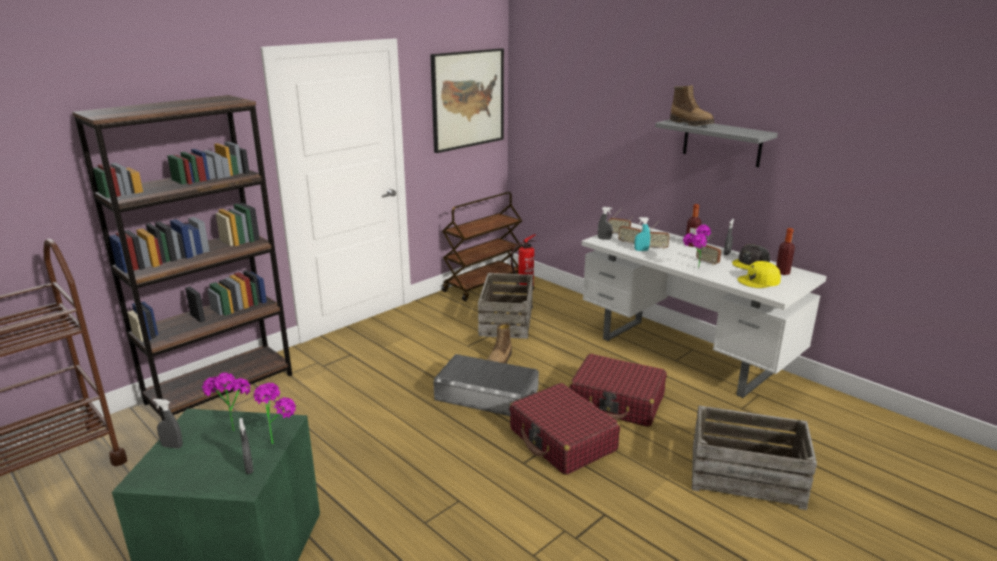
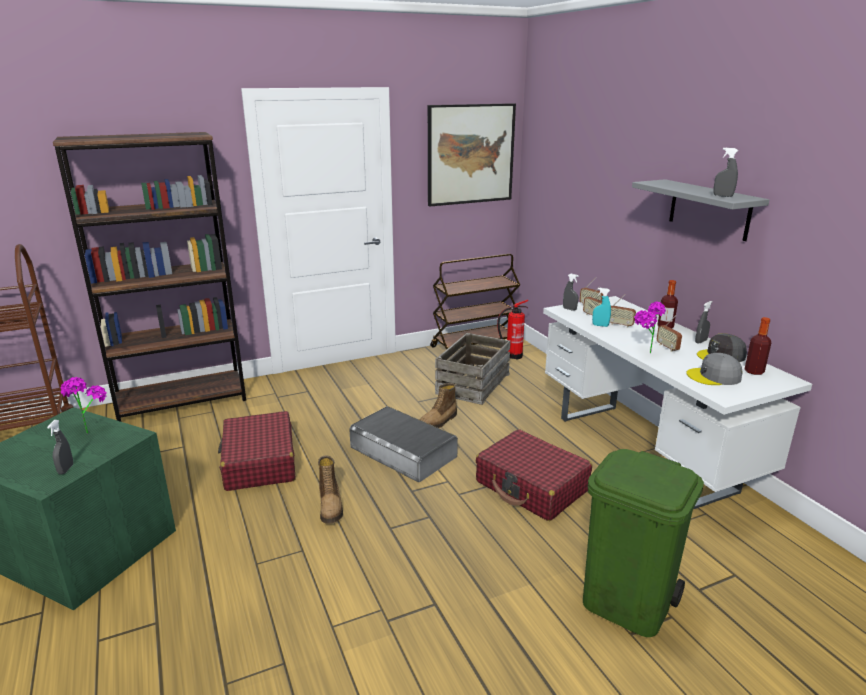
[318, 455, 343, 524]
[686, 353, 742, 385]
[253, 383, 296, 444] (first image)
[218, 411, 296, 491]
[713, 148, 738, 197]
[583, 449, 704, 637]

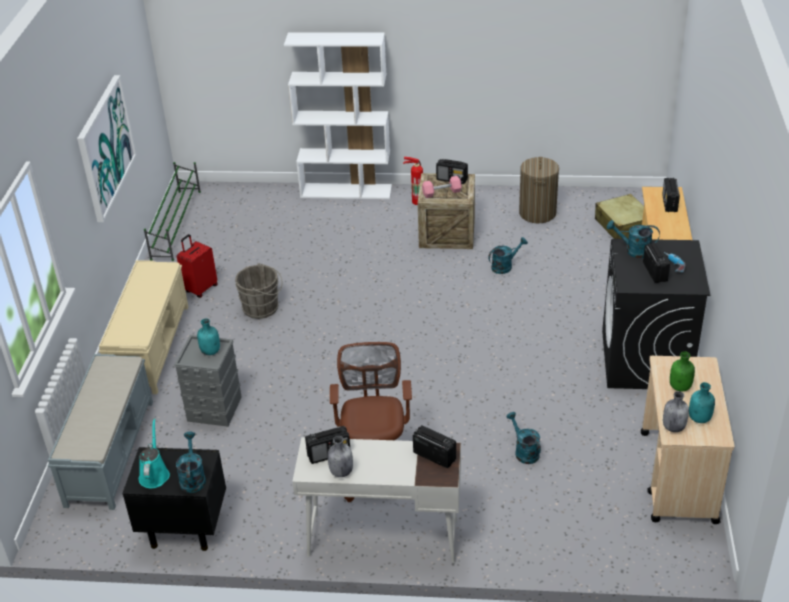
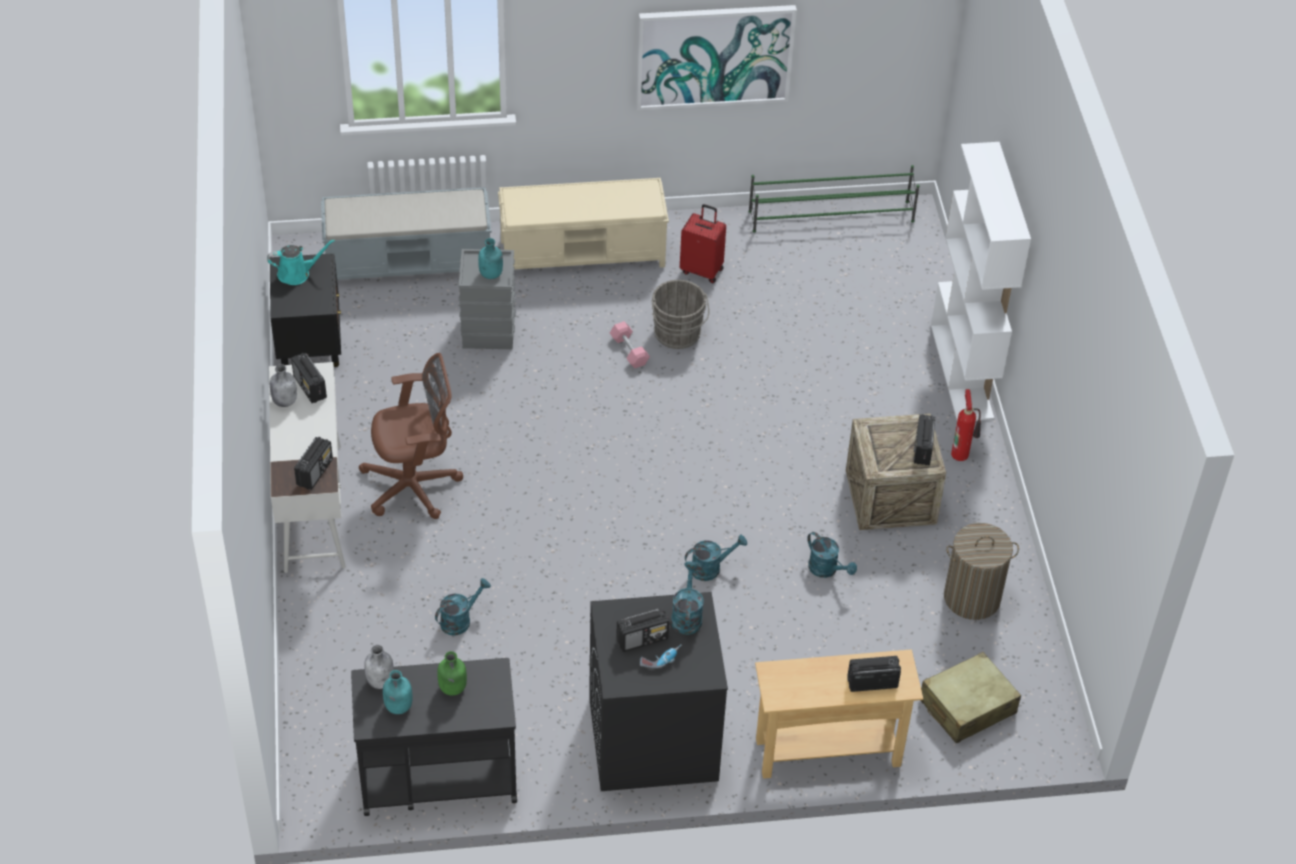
[610, 321, 650, 368]
[351, 658, 517, 816]
[685, 535, 747, 581]

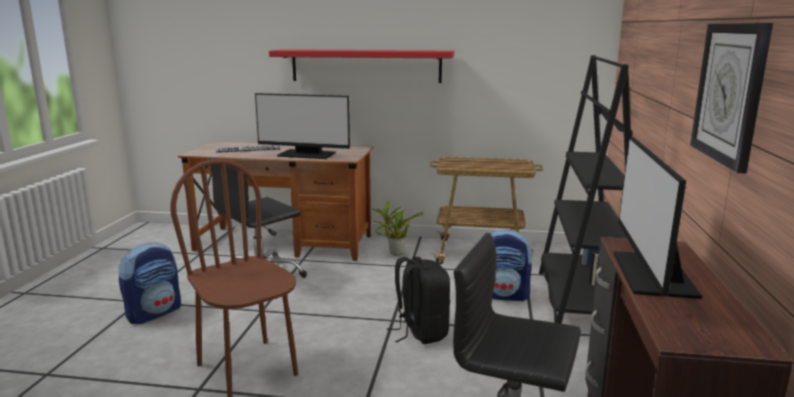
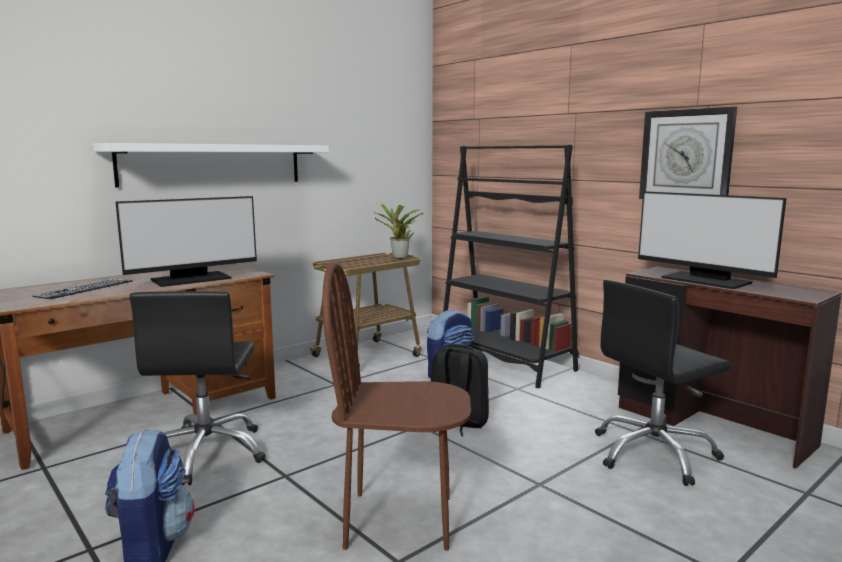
[93, 143, 329, 187]
[374, 204, 423, 259]

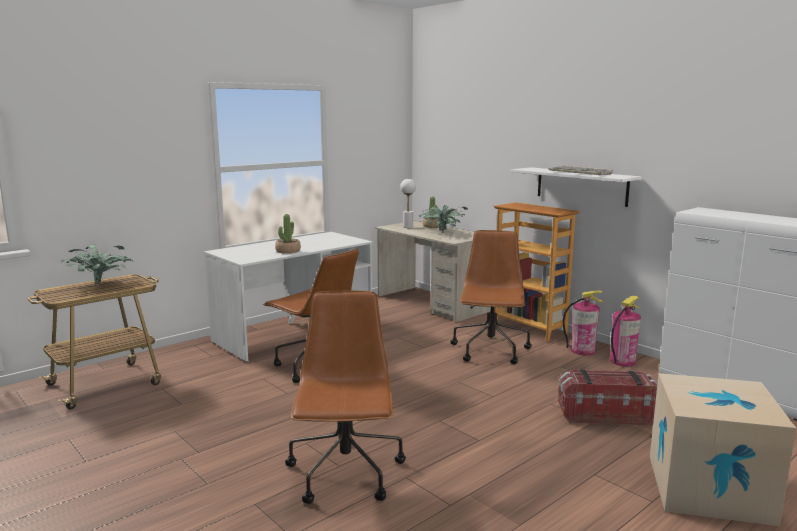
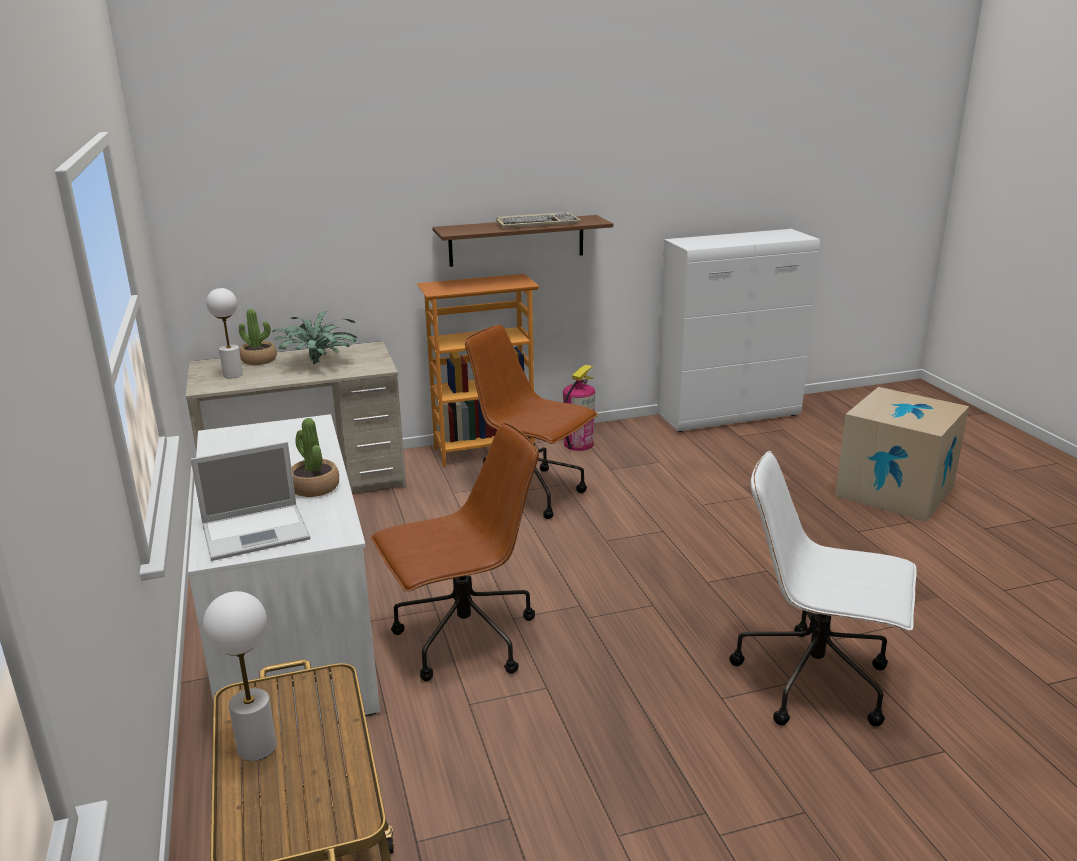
[432, 215, 613, 267]
[203, 591, 277, 761]
[729, 451, 917, 727]
[610, 296, 641, 366] (first image)
[558, 369, 657, 426] (first image)
[191, 442, 310, 561]

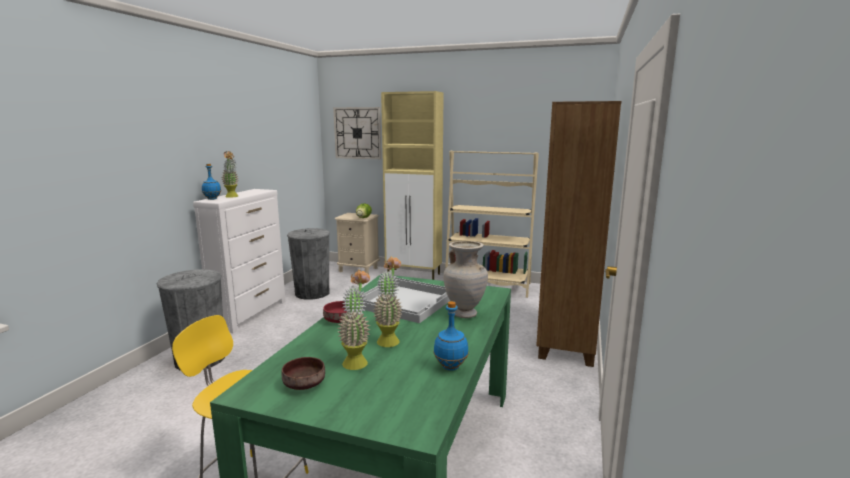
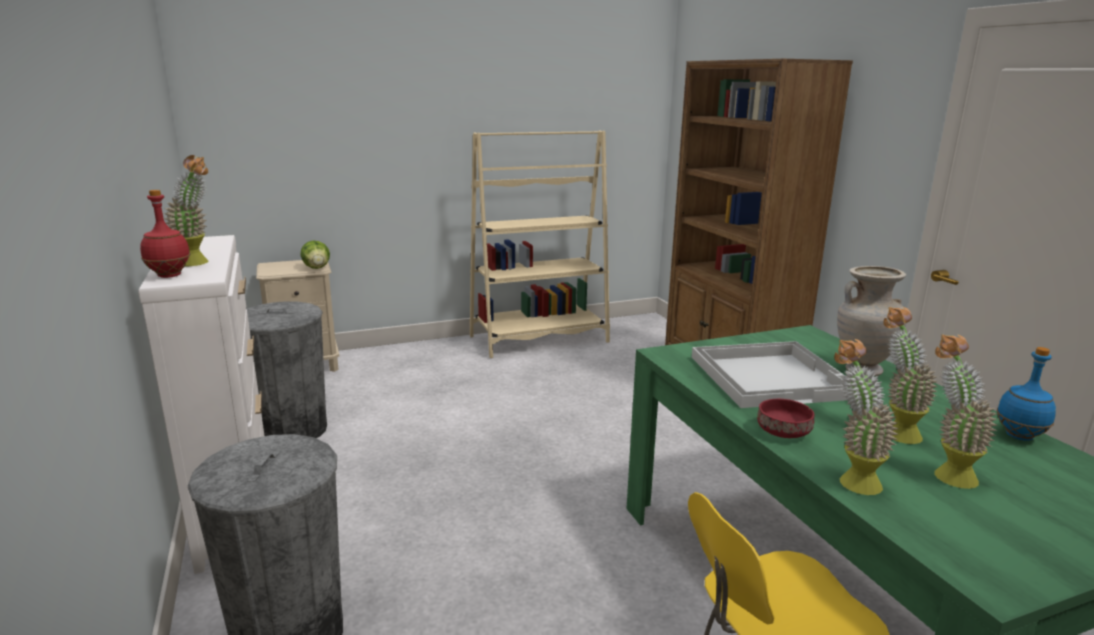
[381, 91, 444, 280] (first image)
[333, 107, 381, 159] (first image)
[140, 190, 190, 278]
[282, 357, 325, 390] (first image)
[834, 339, 898, 495]

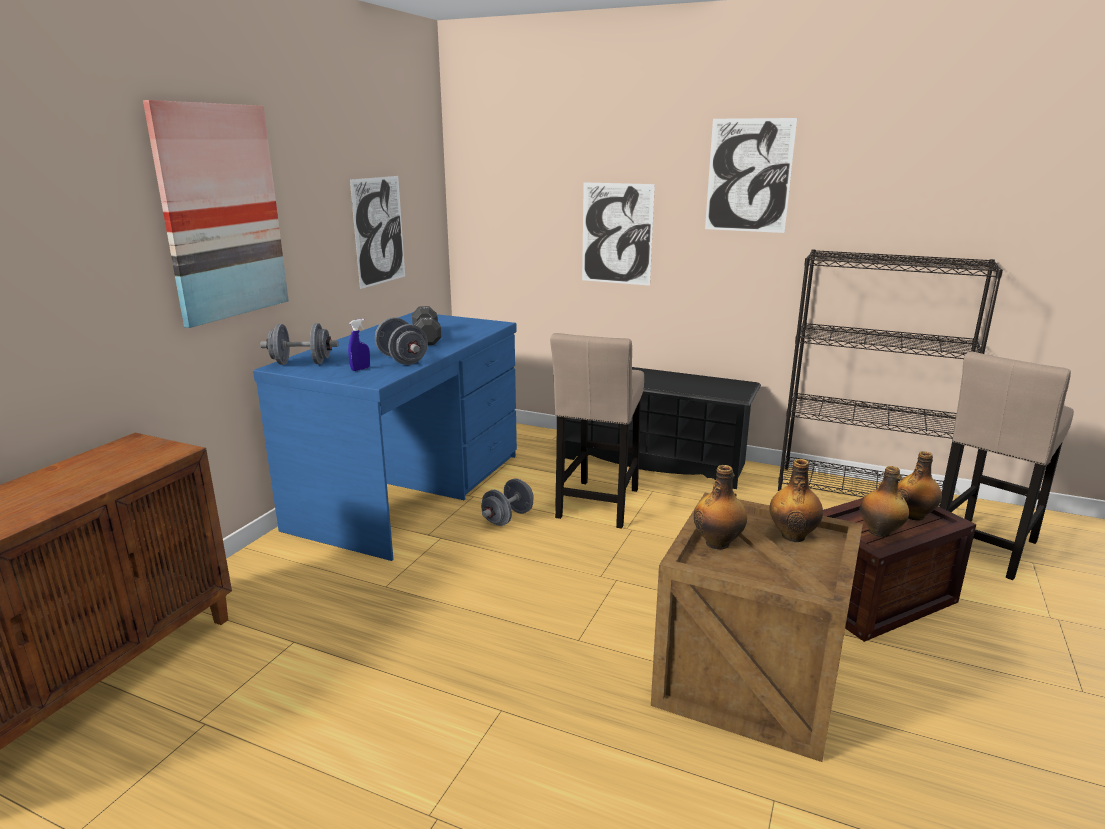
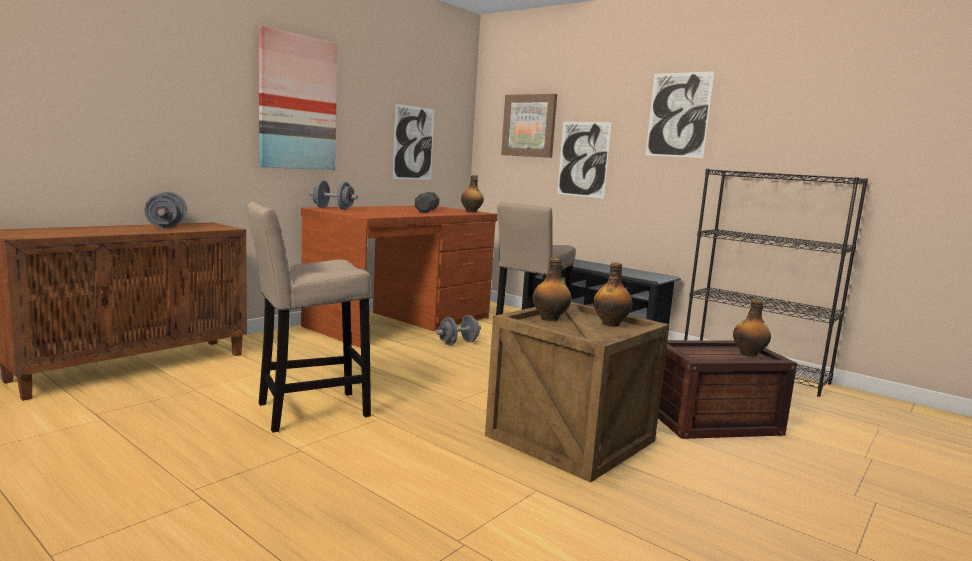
[301, 206, 498, 348]
[144, 192, 187, 229]
[348, 319, 370, 371] (first image)
[247, 201, 371, 433]
[461, 175, 484, 213]
[501, 94, 557, 158]

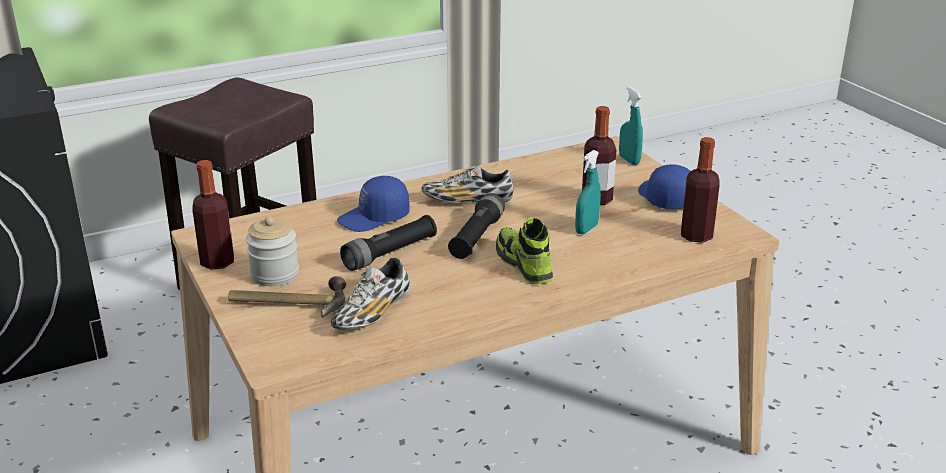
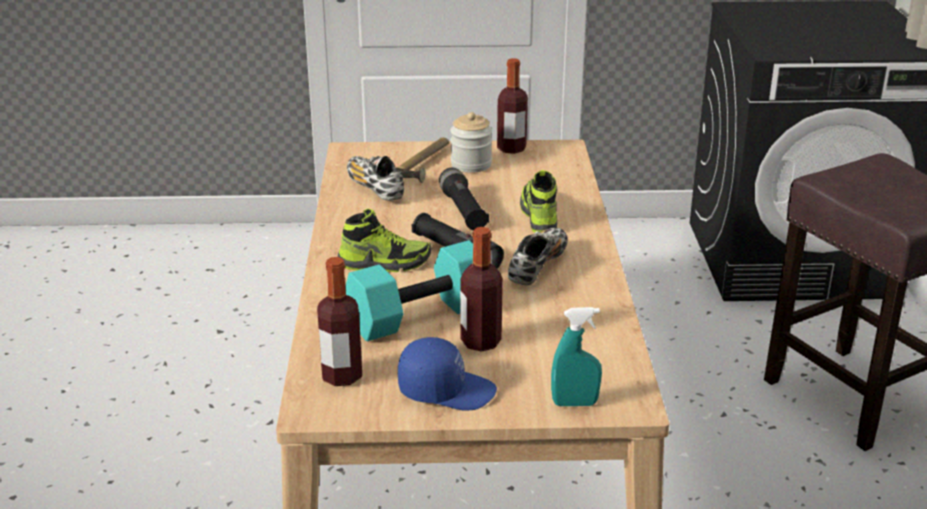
[345, 240, 473, 341]
[520, 170, 557, 232]

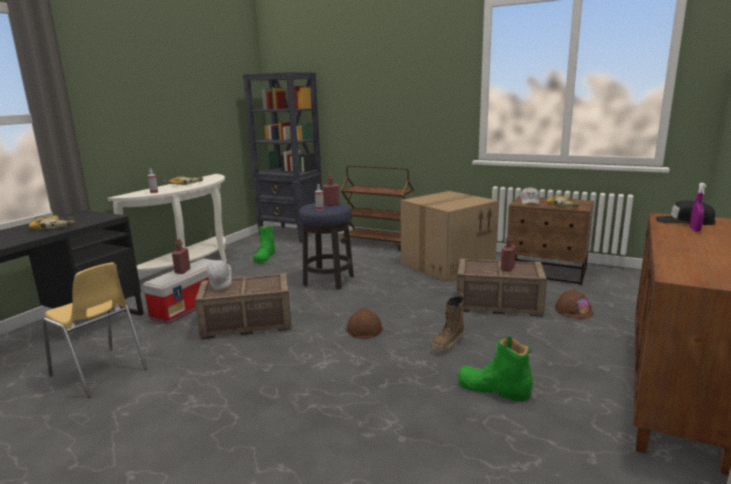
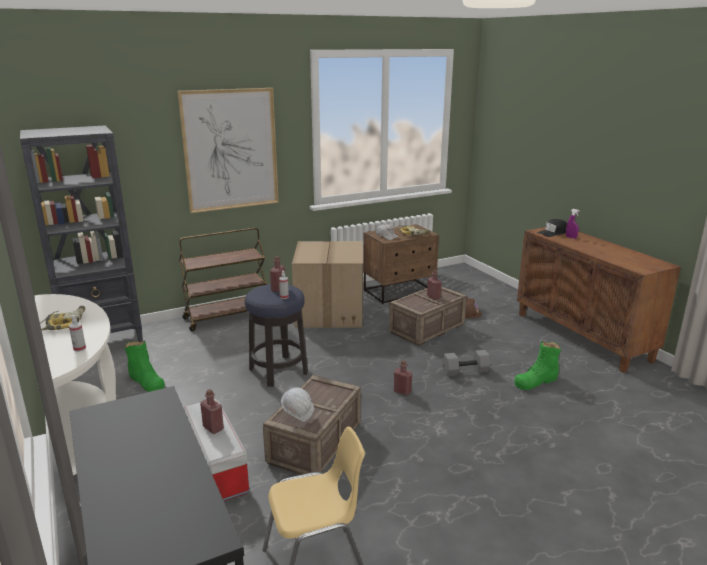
[29, 215, 76, 229] (first image)
[442, 350, 491, 376]
[394, 360, 412, 396]
[177, 88, 279, 213]

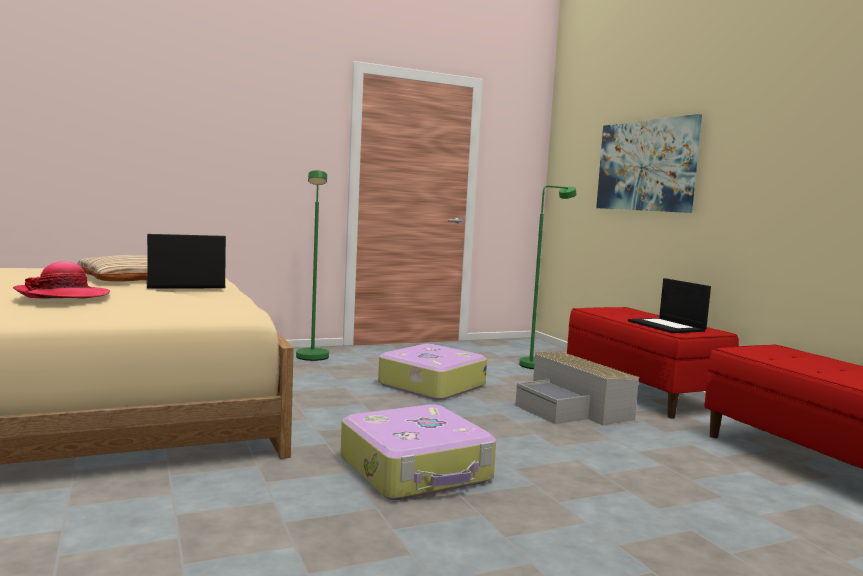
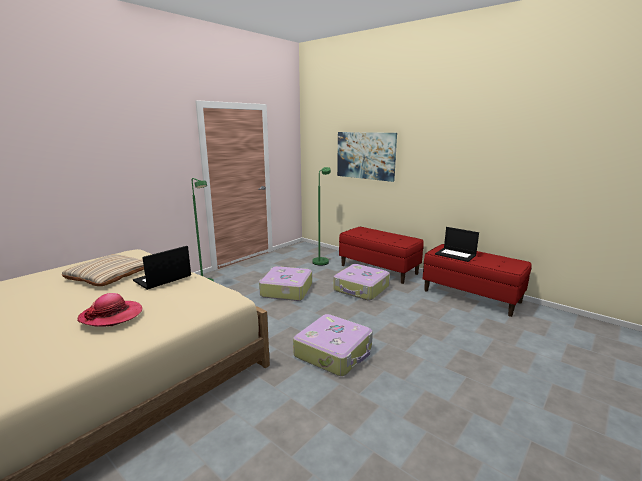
[435, 227, 479, 262]
[333, 264, 390, 300]

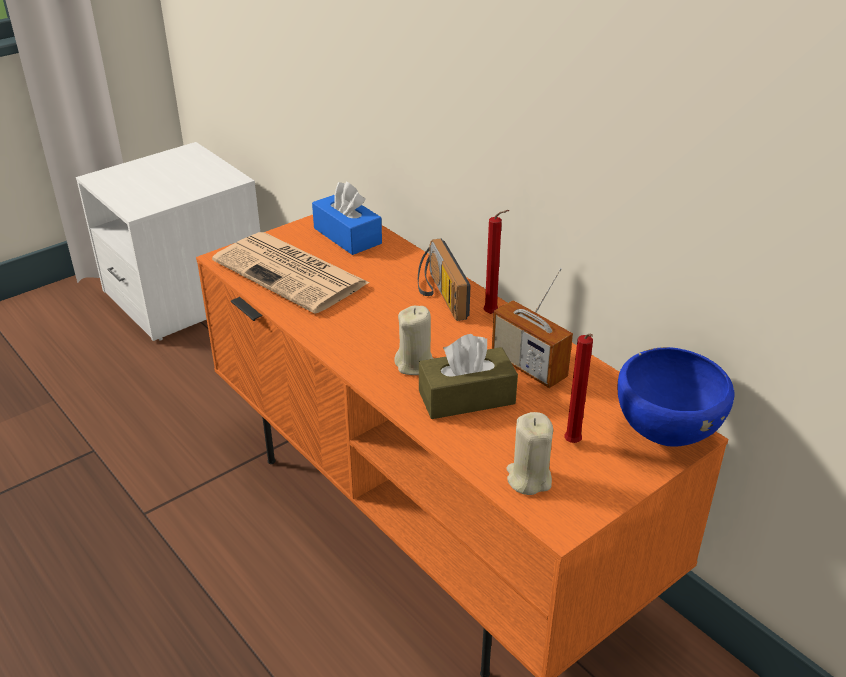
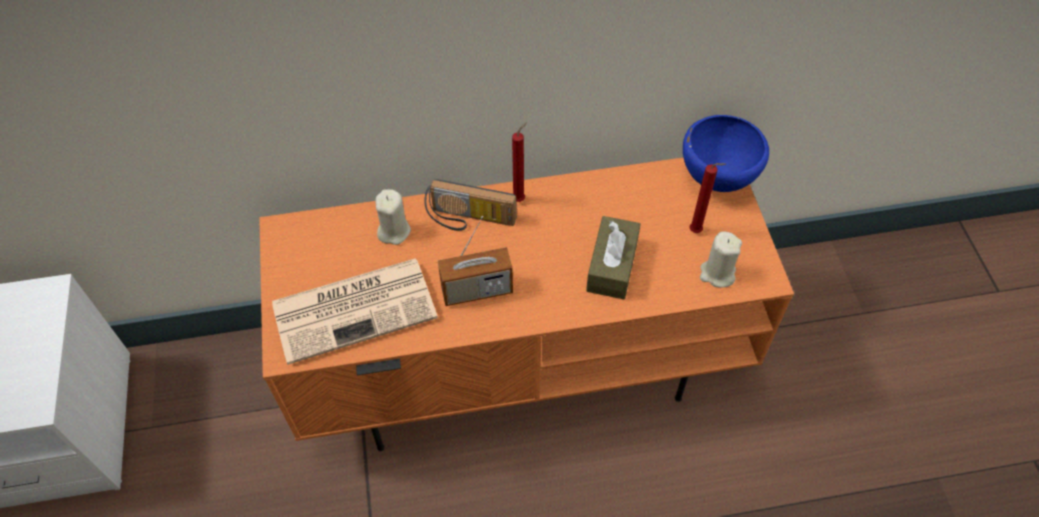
[312, 182, 382, 255] (first image)
[438, 216, 513, 306]
[375, 189, 411, 245]

